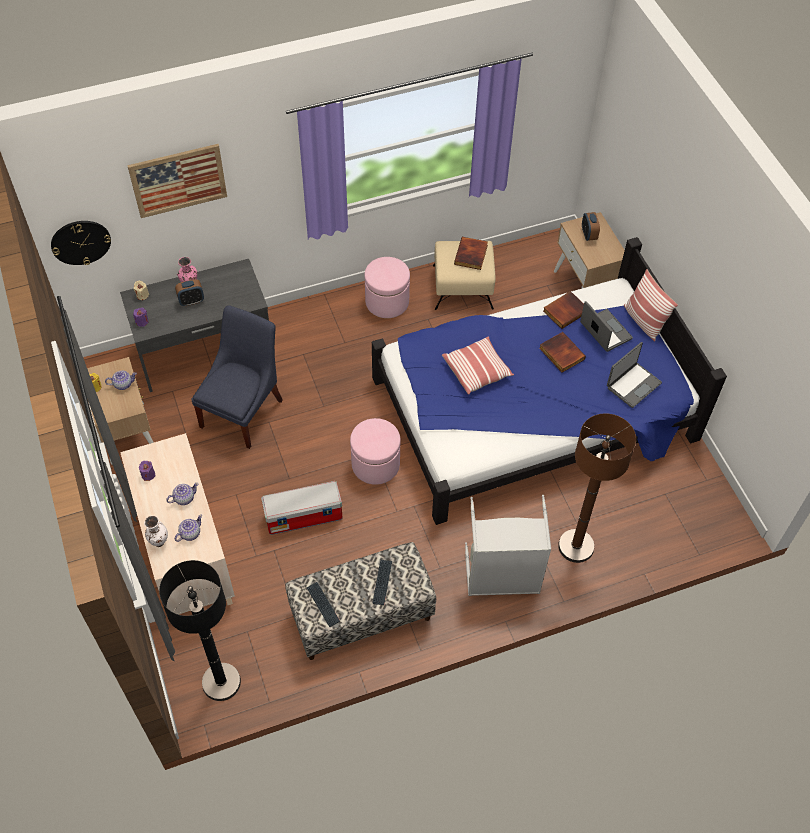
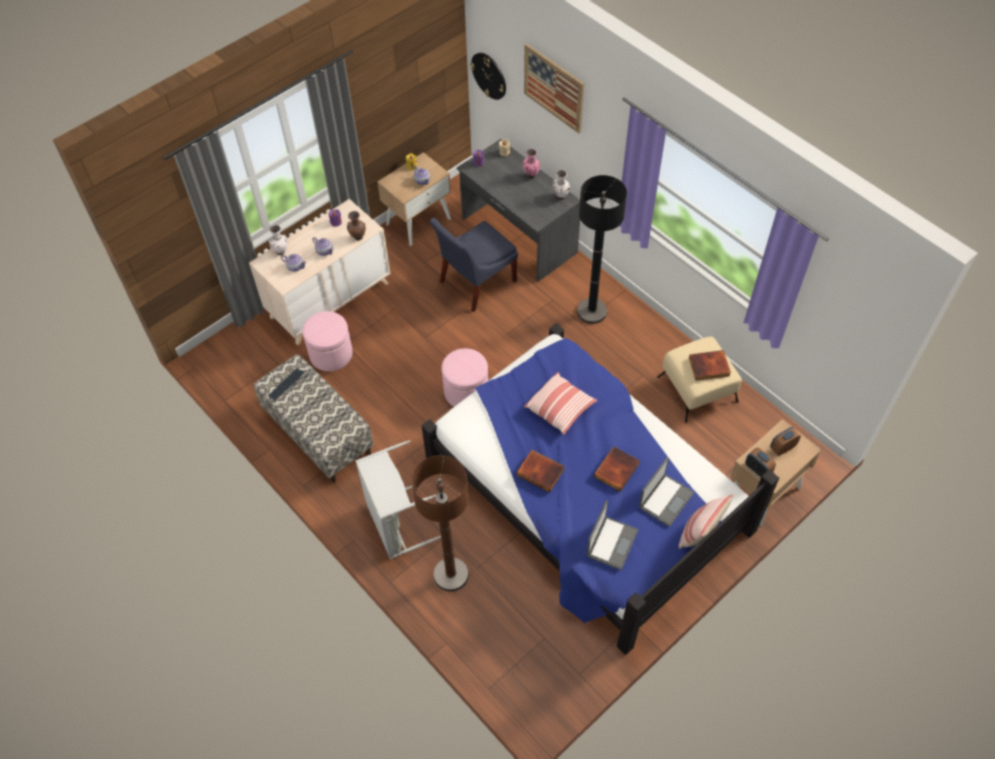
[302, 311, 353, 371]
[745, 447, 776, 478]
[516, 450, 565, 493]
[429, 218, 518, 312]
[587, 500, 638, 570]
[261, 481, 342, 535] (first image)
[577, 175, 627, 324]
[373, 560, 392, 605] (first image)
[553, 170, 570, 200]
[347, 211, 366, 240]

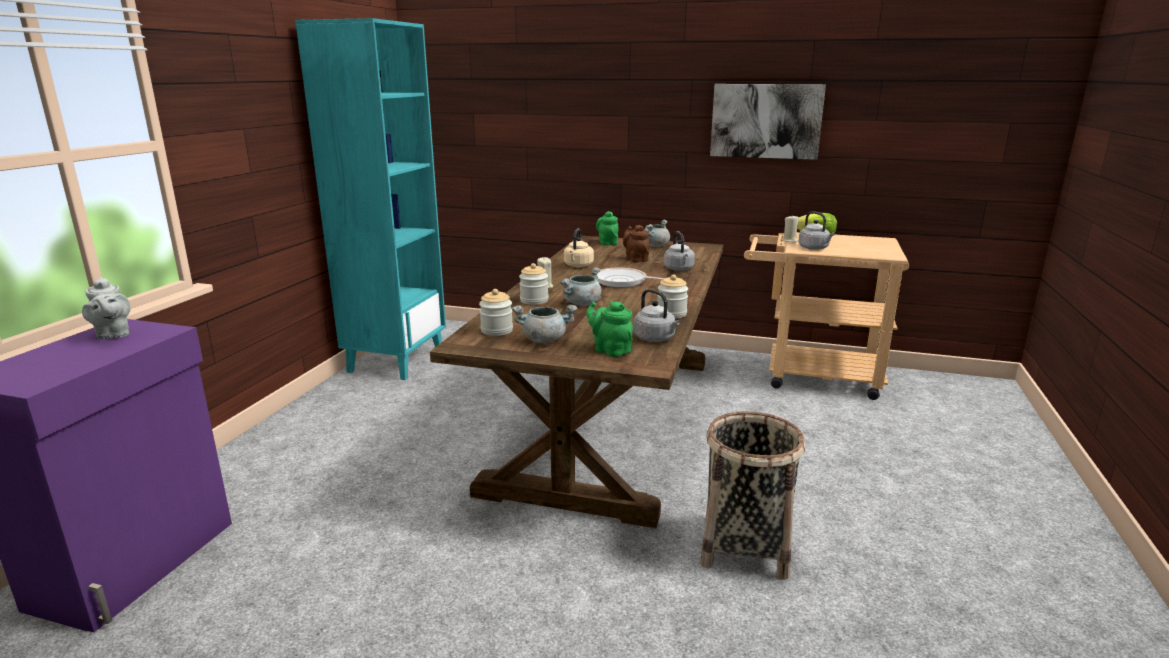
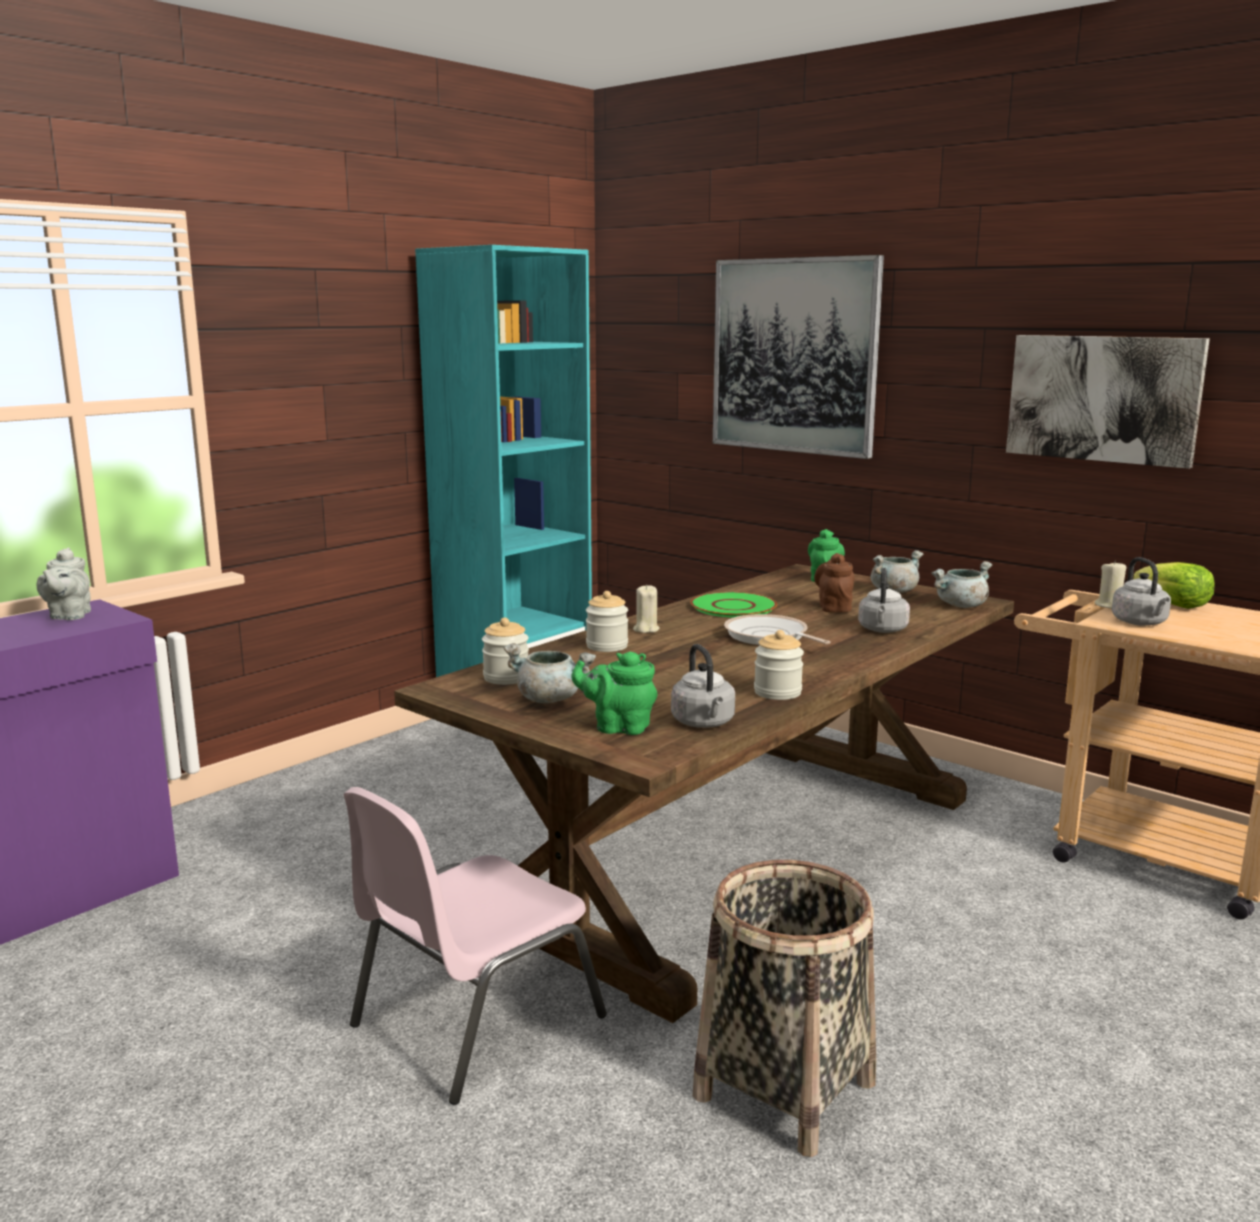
[690, 592, 777, 618]
[931, 561, 992, 608]
[571, 651, 657, 735]
[713, 255, 884, 459]
[344, 787, 607, 1105]

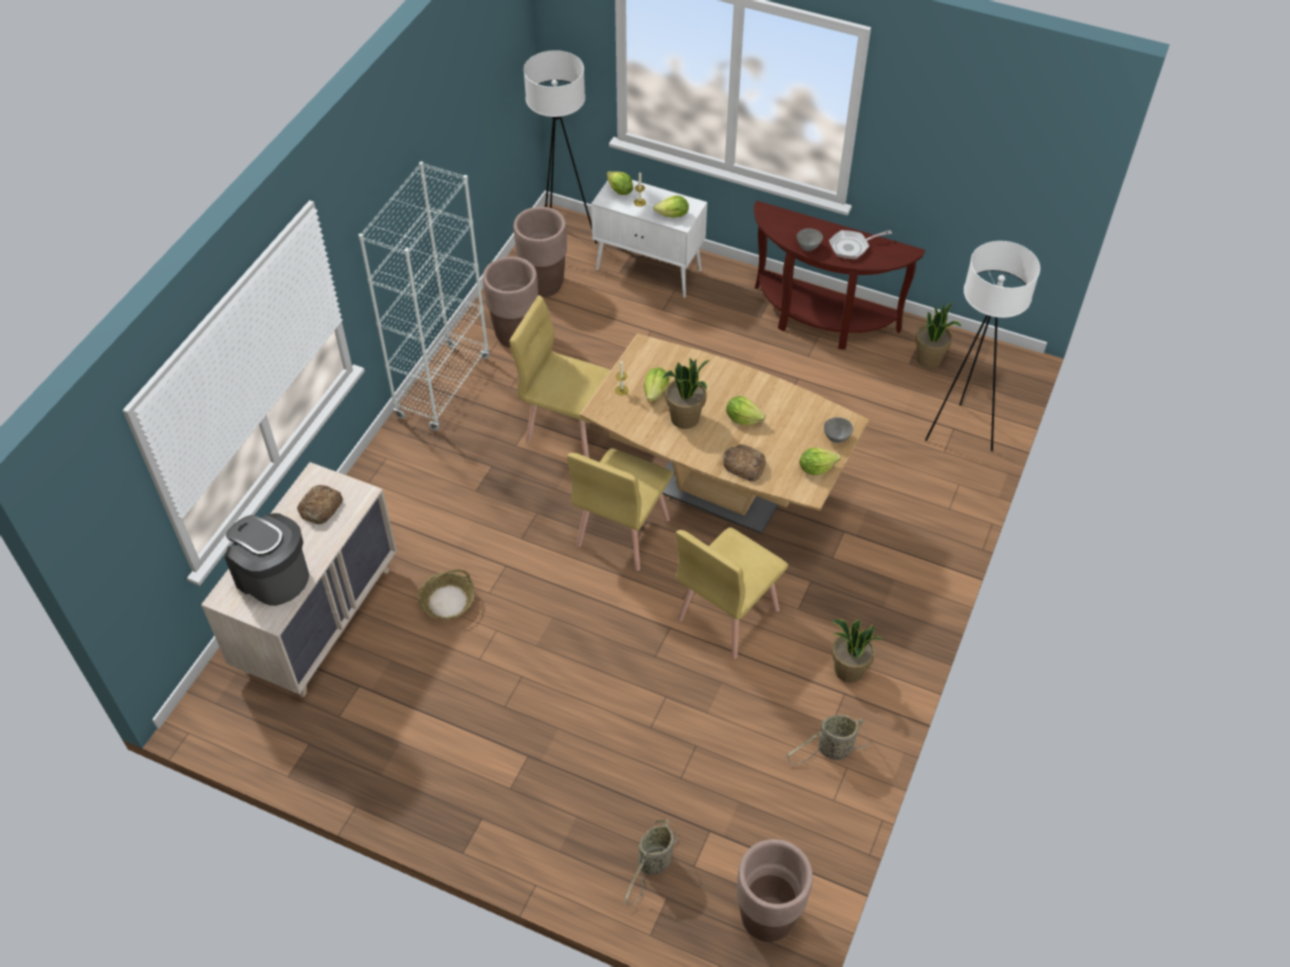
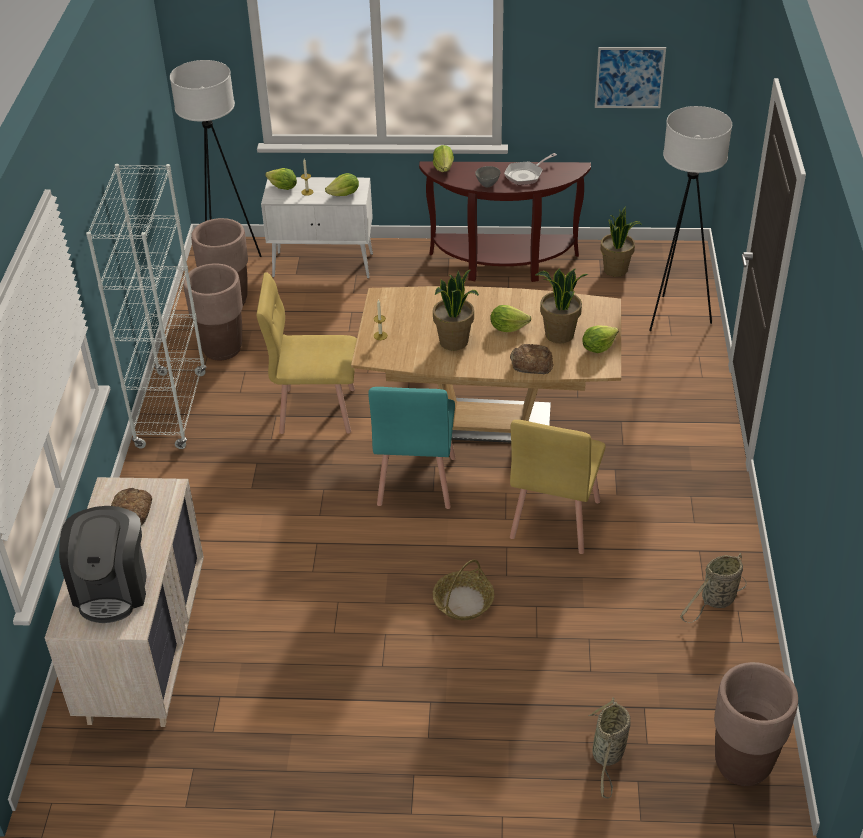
[433, 145, 454, 172]
[824, 417, 853, 443] (first image)
[368, 387, 456, 509]
[59, 506, 147, 623]
[433, 559, 494, 620]
[536, 268, 588, 343]
[595, 47, 666, 108]

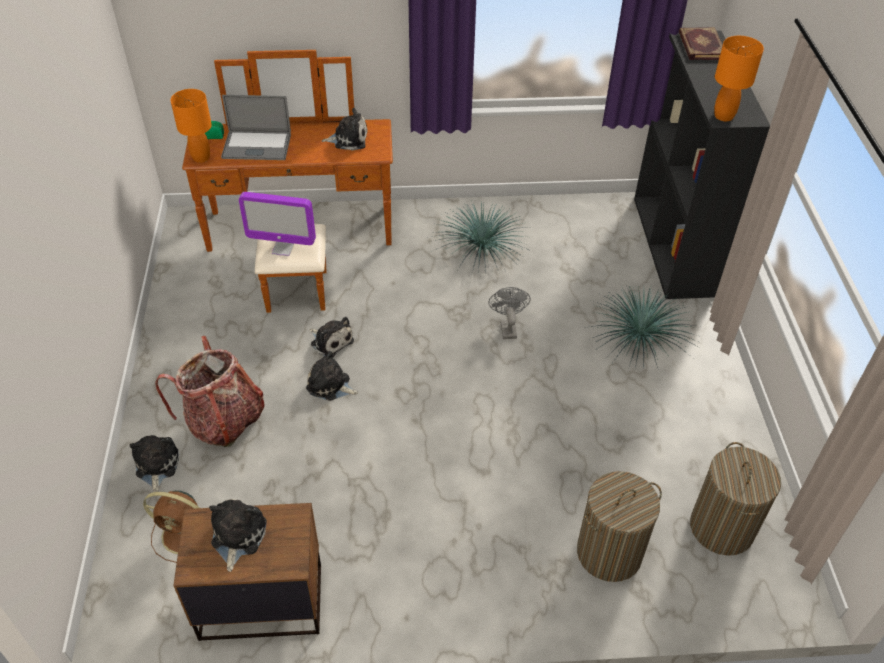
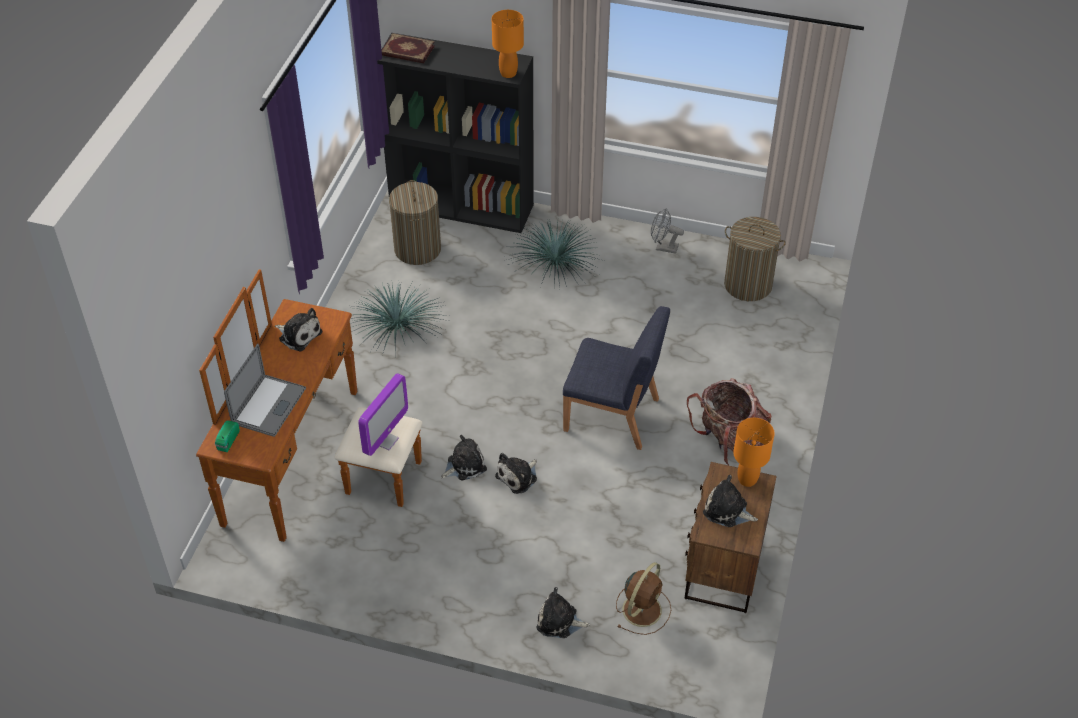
[734, 418, 775, 487]
[275, 308, 322, 351]
[651, 208, 684, 254]
[687, 378, 771, 465]
[389, 180, 441, 265]
[563, 306, 670, 450]

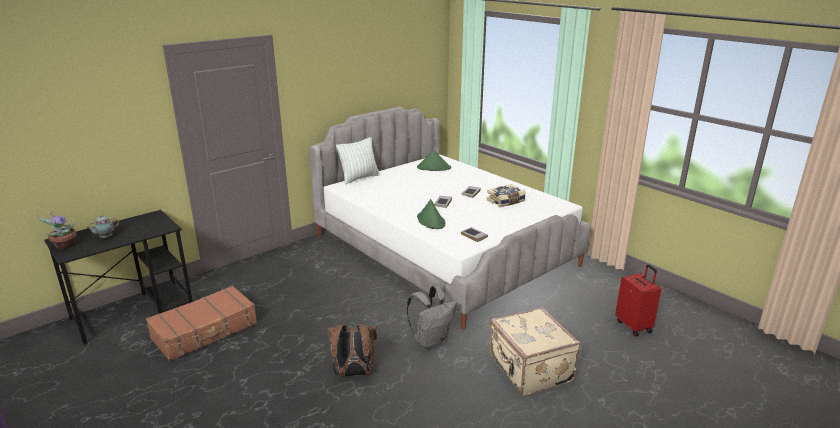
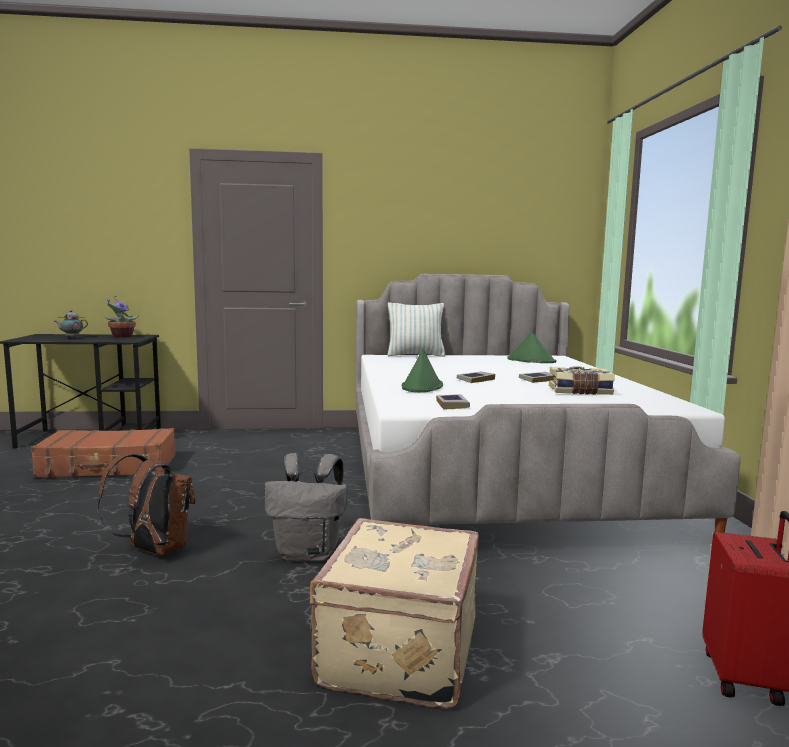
[104, 296, 139, 338]

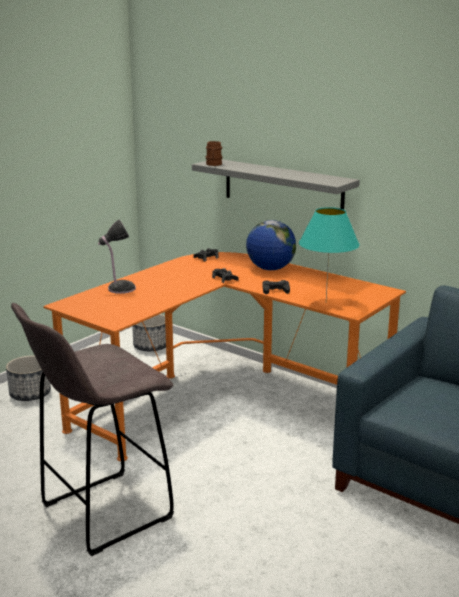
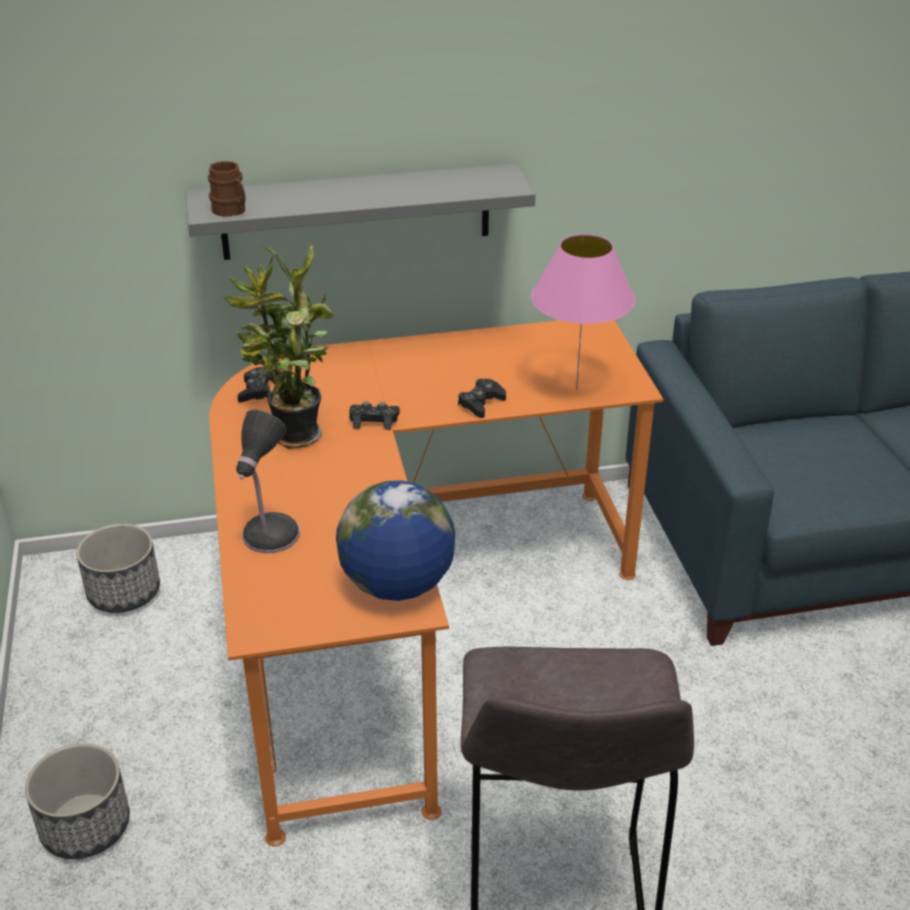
[531, 234, 635, 389]
[336, 480, 455, 601]
[223, 243, 334, 449]

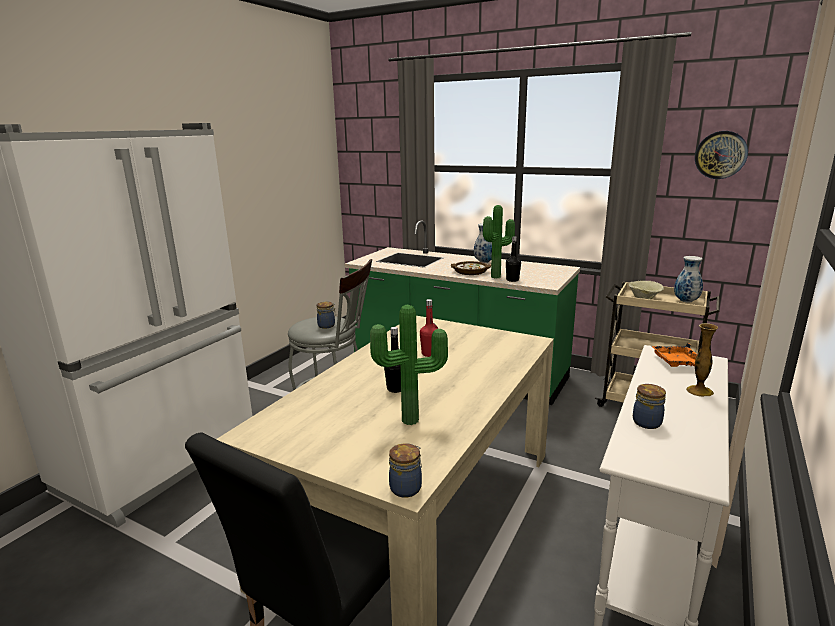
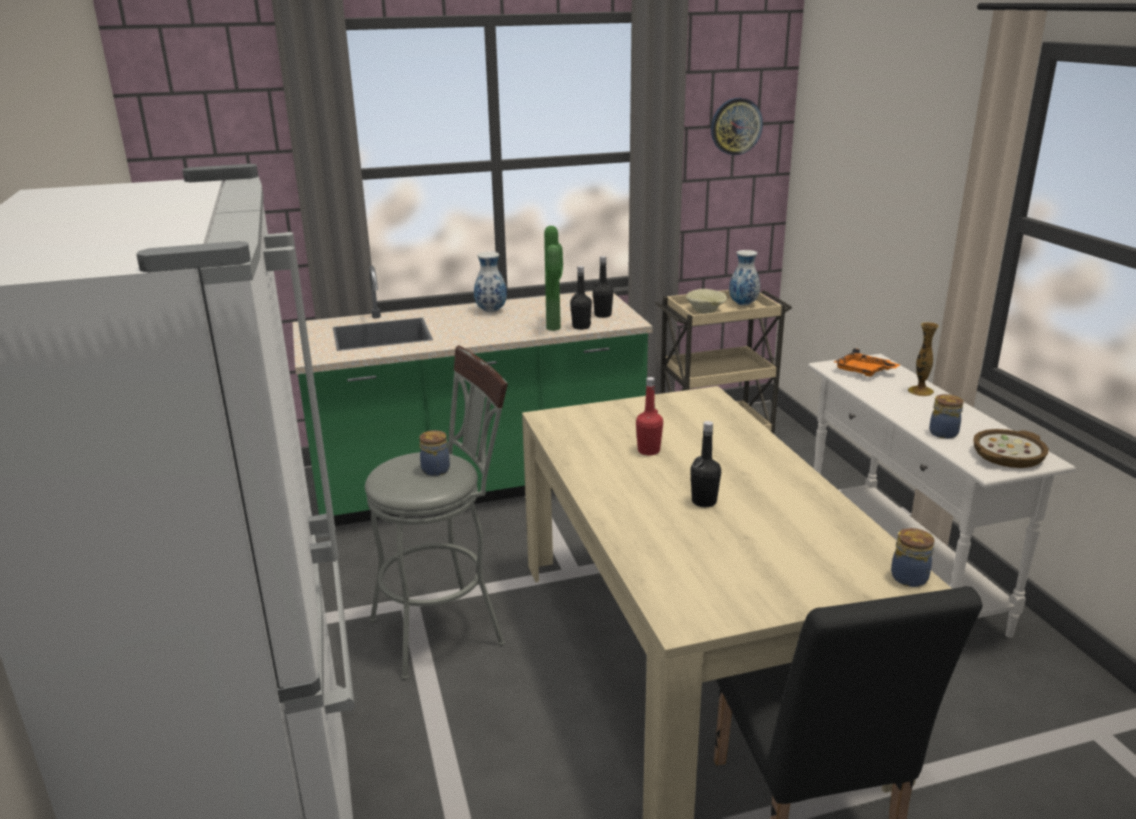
[973, 429, 1049, 468]
[370, 305, 448, 425] (first image)
[593, 256, 613, 318]

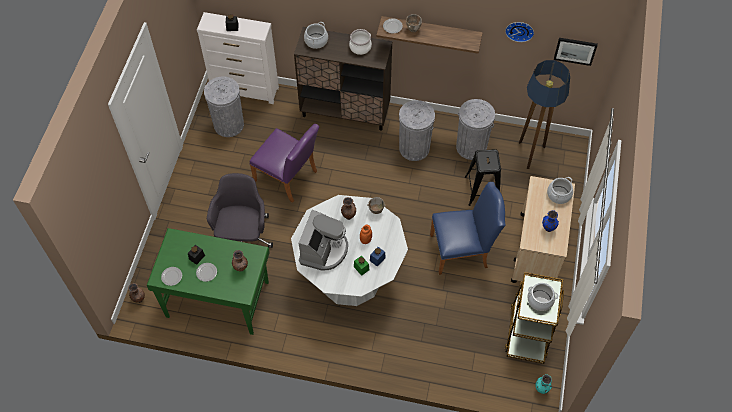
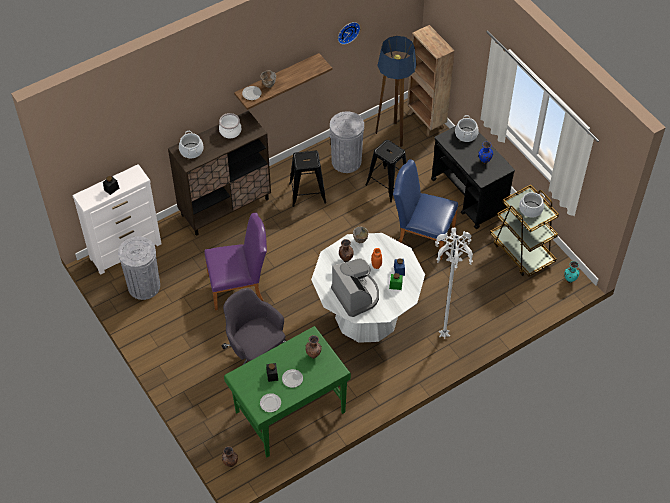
[554, 38, 598, 66] (first image)
[289, 150, 326, 207]
[431, 126, 515, 229]
[393, 159, 458, 260]
[407, 25, 455, 136]
[435, 228, 473, 339]

